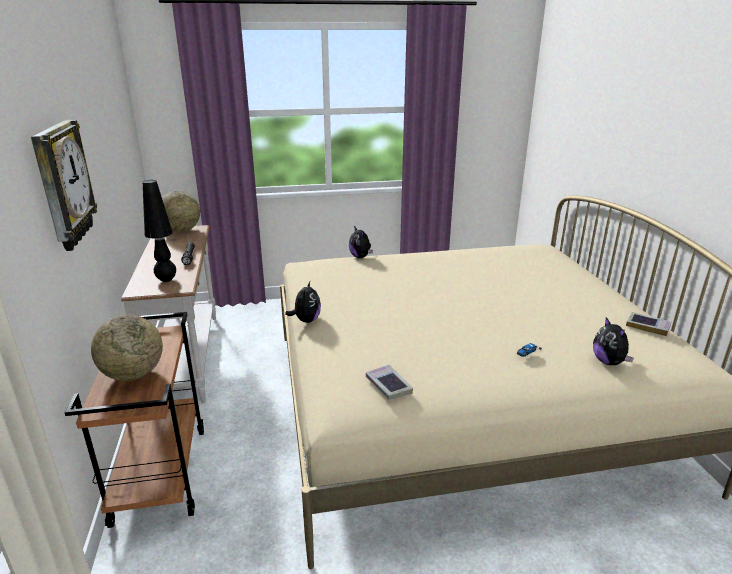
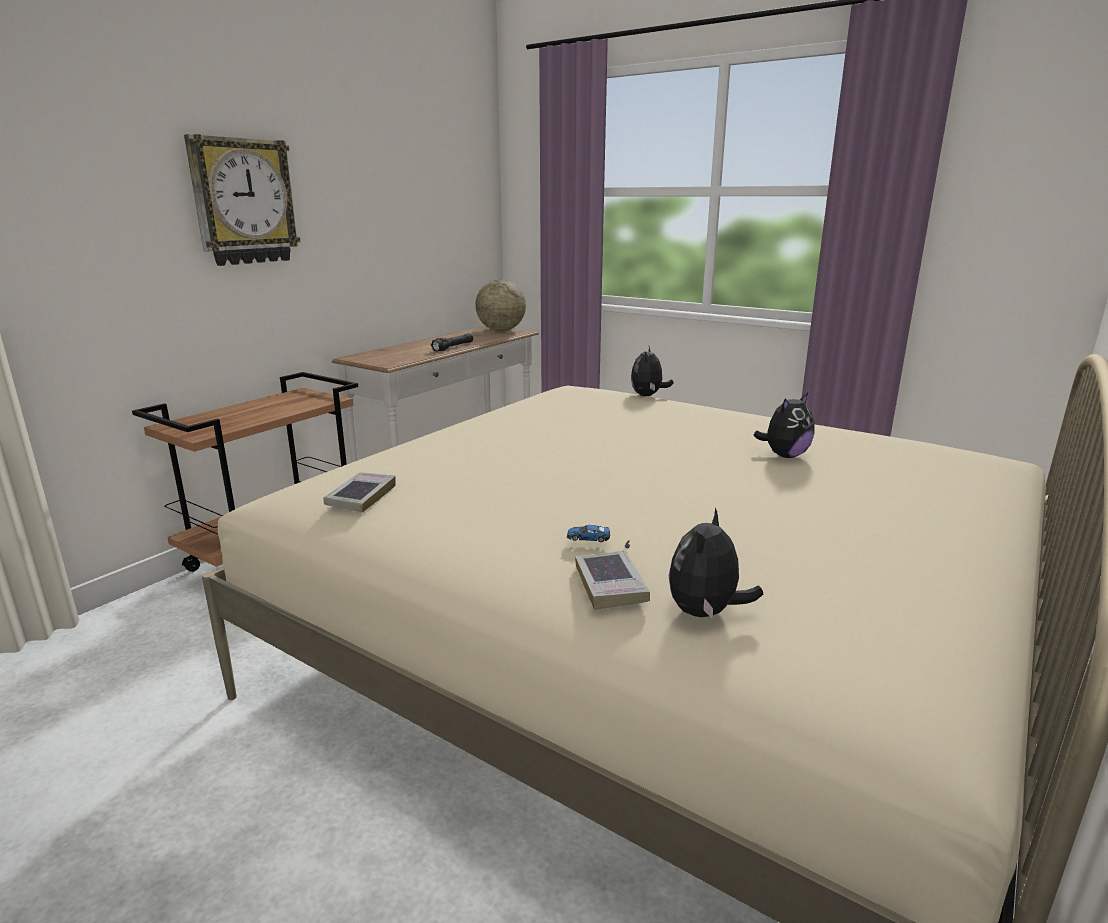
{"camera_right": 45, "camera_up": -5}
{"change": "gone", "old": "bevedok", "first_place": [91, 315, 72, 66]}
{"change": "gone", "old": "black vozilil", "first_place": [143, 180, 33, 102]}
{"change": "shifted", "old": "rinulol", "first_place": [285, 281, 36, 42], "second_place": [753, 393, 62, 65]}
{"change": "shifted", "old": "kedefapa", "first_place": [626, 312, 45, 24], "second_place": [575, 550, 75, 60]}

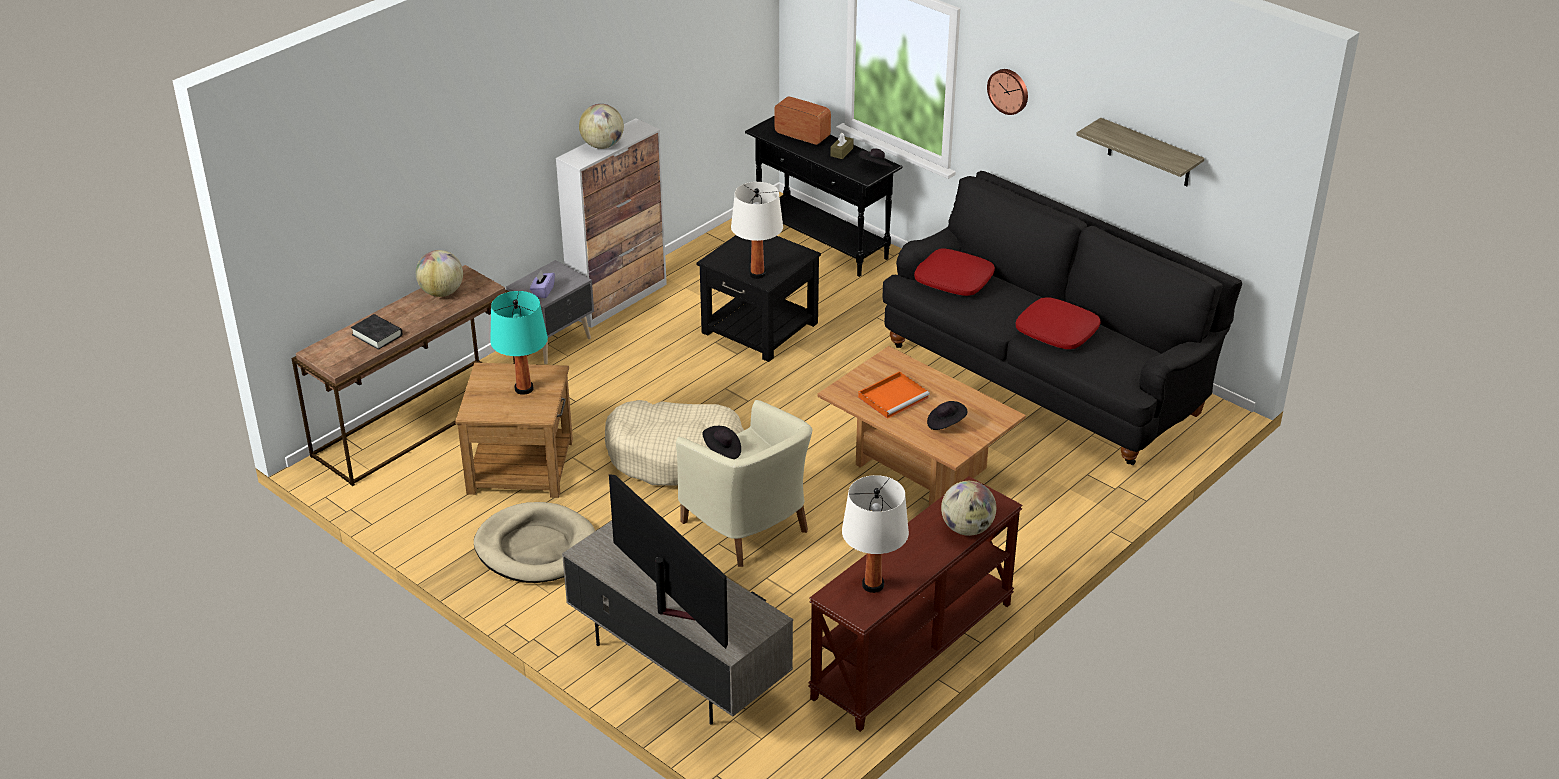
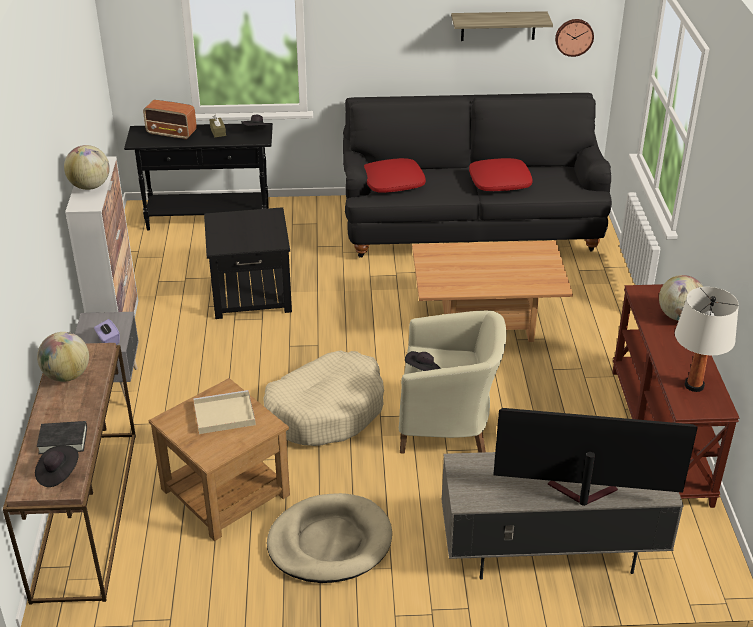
{"camera_right": -45, "camera_up": 0}
{"change": "swapped", "old": "turquoise vozilil", "new": "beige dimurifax", "first_place": [490, 291, 58, 104], "second_place": [193, 390, 63, 44]}
{"change": "gone", "old": "white vozilil", "first_place": [731, 182, 52, 97]}
{"change": "rotated", "old": "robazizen", "first_place": [774, 96, 57, 49], "second_place": [143, 100, 54, 40], "degrees": -150}
{"change": "gone", "old": "orange dimurifax", "first_place": [858, 371, 72, 48]}
{"change": "shifted", "old": "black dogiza", "first_place": [927, 401, 40, 29], "second_place": [35, 445, 44, 42]}
{"change": "shifted", "old": "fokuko", "first_place": [987, 69, 41, 46], "second_place": [555, 19, 39, 38]}

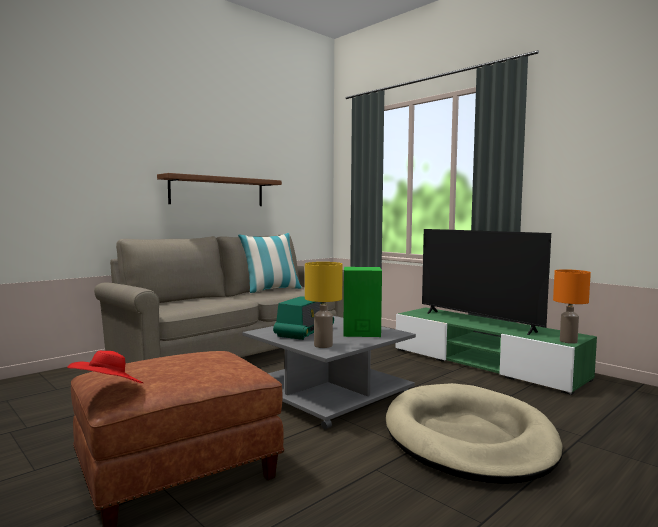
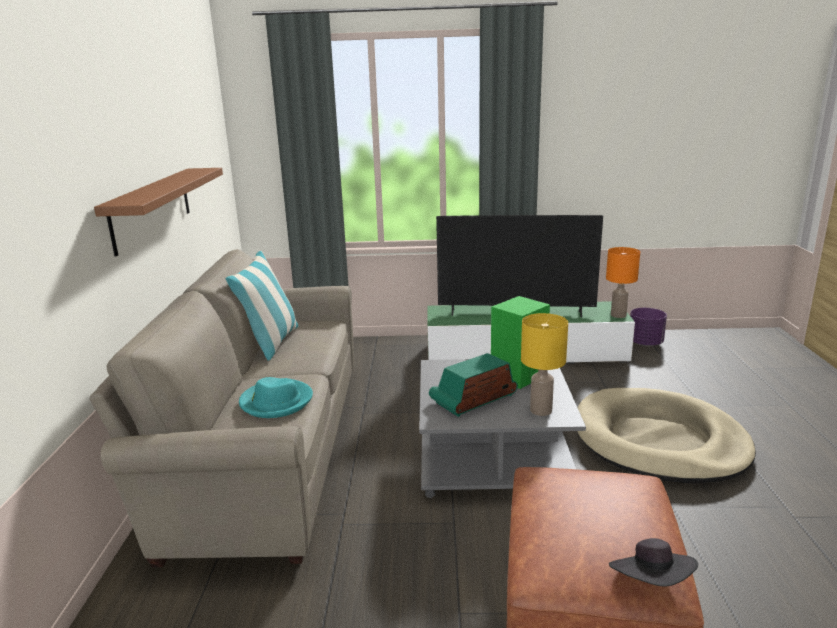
{"camera_right": -45, "camera_up": 15}
{"change": "repainted", "old": "red dogiza", "new": "black dogiza", "first_place": [67, 351, 76, 32], "second_place": [609, 538, 89, 49]}
{"change": "rotated", "old": "robazizen", "first_place": [273, 296, 61, 44], "second_place": [429, 353, 89, 64], "degrees": -105}
{"change": "new", "new": "turquoise dogiza", "second_place": [239, 377, 74, 41]}
{"change": "new", "new": "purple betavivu", "second_place": [630, 308, 37, 39]}

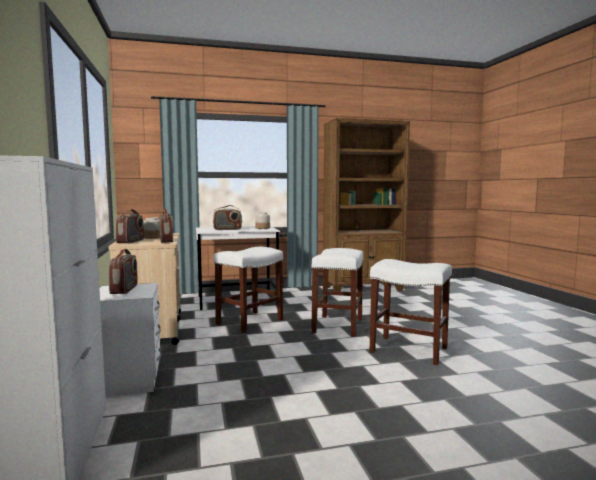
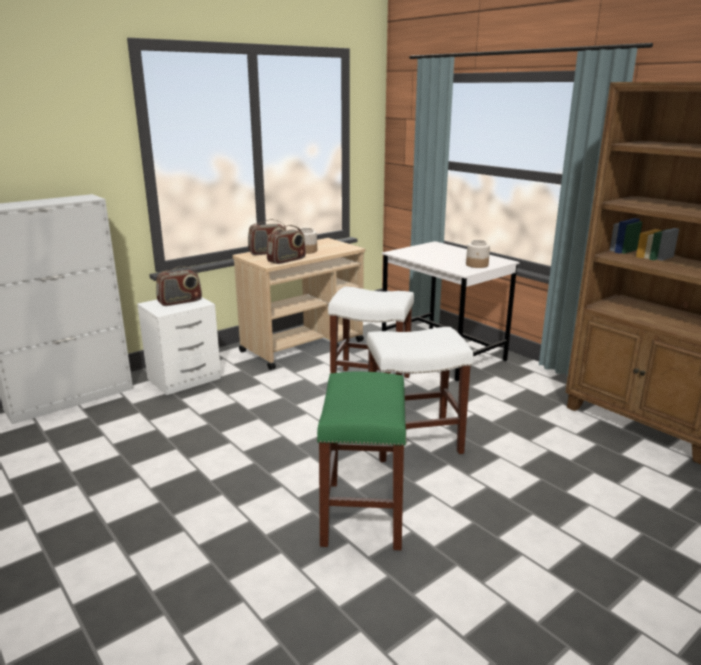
{"camera_right": 65, "camera_up": 15}
{"change": "gone", "old": "robazizen", "first_place": [213, 205, 29, 25]}
{"change": "repainted", "old": "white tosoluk", "new": "green tosoluk", "first_place": [369, 259, 83, 106], "second_place": [316, 371, 91, 179]}

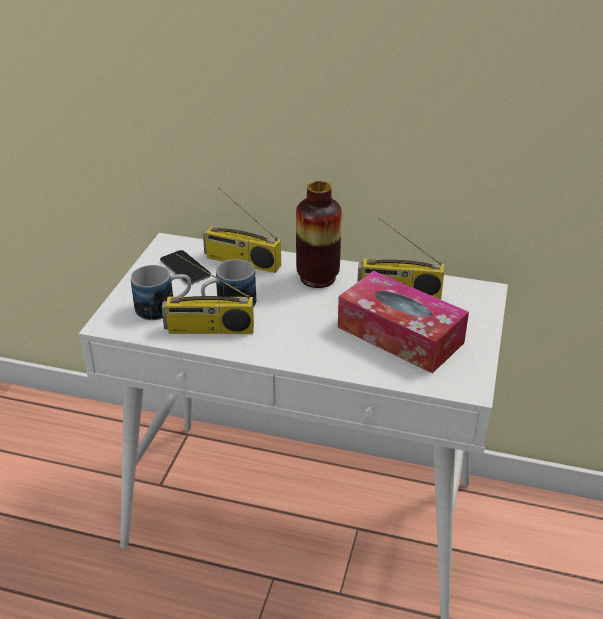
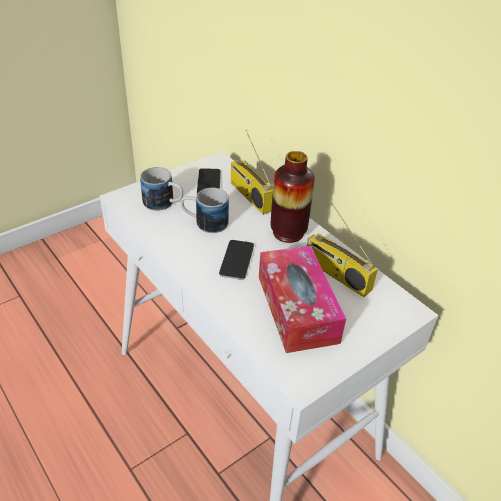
{"camera_right": 35, "camera_up": 5}
{"change": "gone", "old": "robazizen", "first_place": [162, 253, 92, 81]}
{"change": "new", "new": "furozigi", "second_place": [219, 240, 35, 40]}

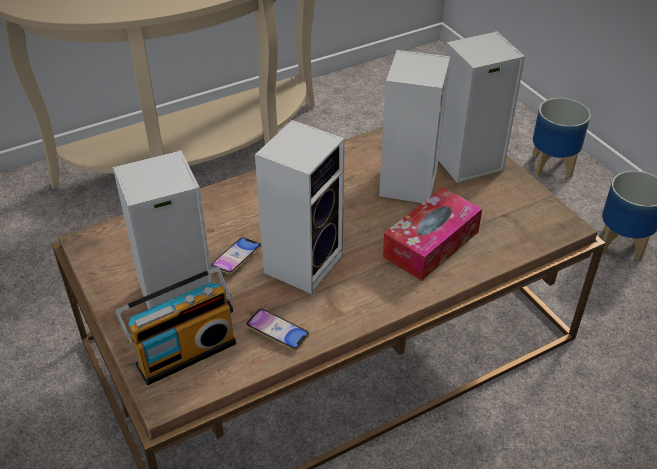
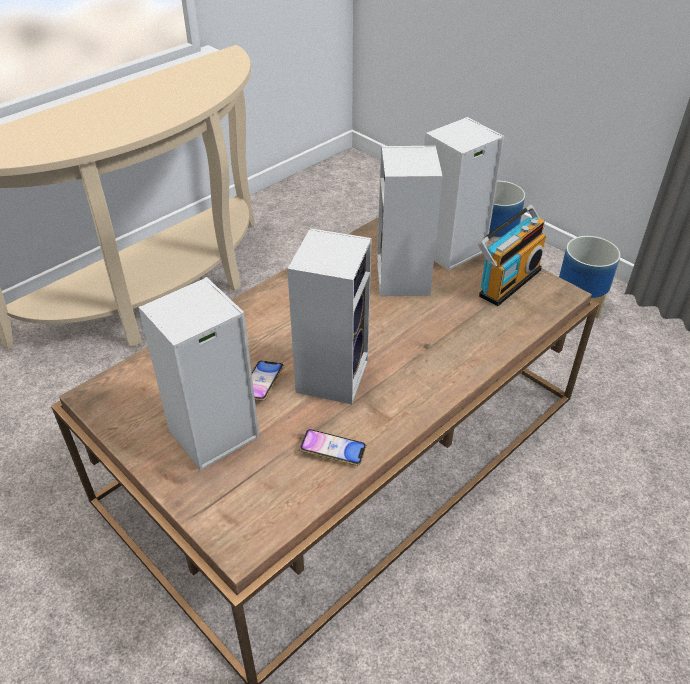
{"camera_right": -15, "camera_up": 0}
{"change": "shifted", "old": "robazizen", "first_place": [115, 267, 121, 118], "second_place": [478, 205, 68, 101]}
{"change": "gone", "old": "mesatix", "first_place": [382, 187, 100, 94]}

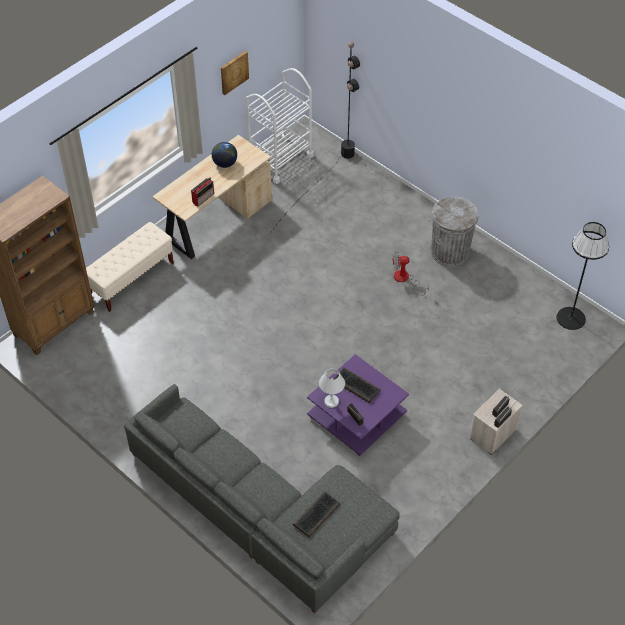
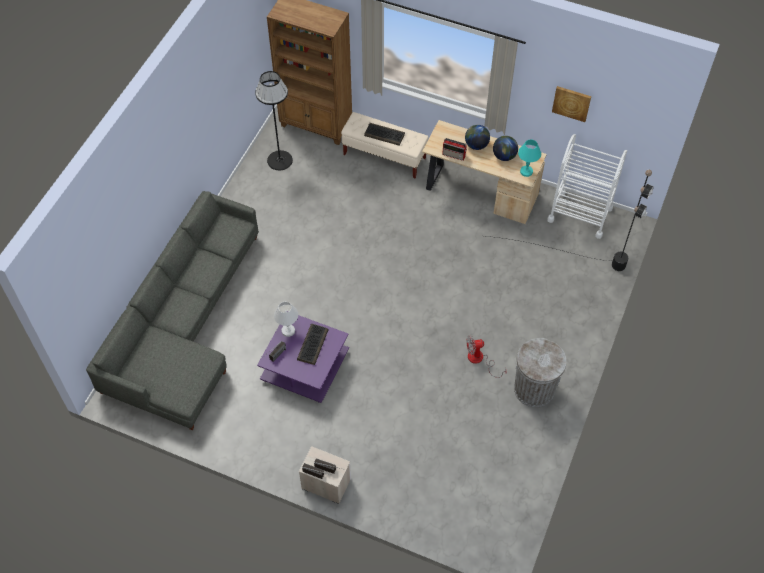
{"camera_right": 70, "camera_up": 5}
{"change": "shifted", "old": "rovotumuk", "first_place": [293, 491, 47, 47], "second_place": [364, 123, 41, 23]}
{"change": "rotated", "old": "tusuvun", "first_place": [393, 252, 36, 44], "second_place": [466, 335, 41, 43], "degrees": -75}
{"change": "shifted", "old": "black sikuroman", "first_place": [557, 222, 52, 108], "second_place": [255, 71, 38, 99]}
{"change": "new", "new": "bevedok", "second_place": [465, 125, 25, 25]}
{"change": "new", "new": "turquoise vozilil", "second_place": [518, 139, 23, 38]}

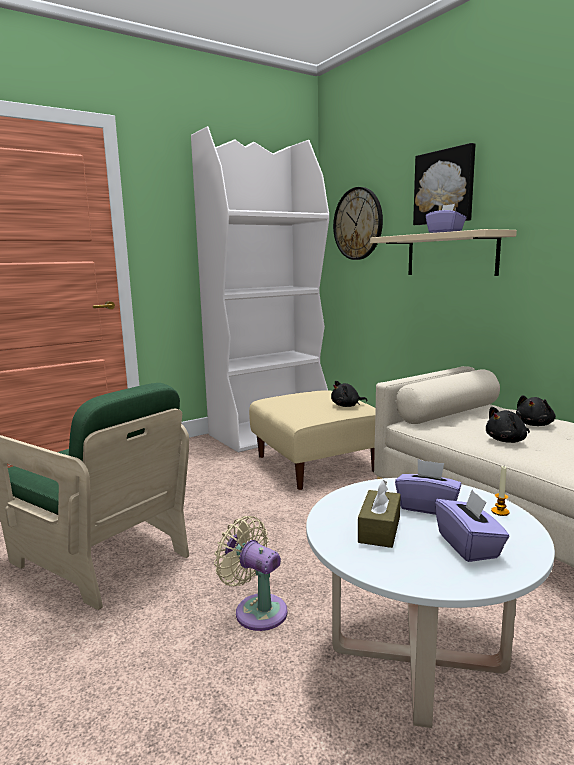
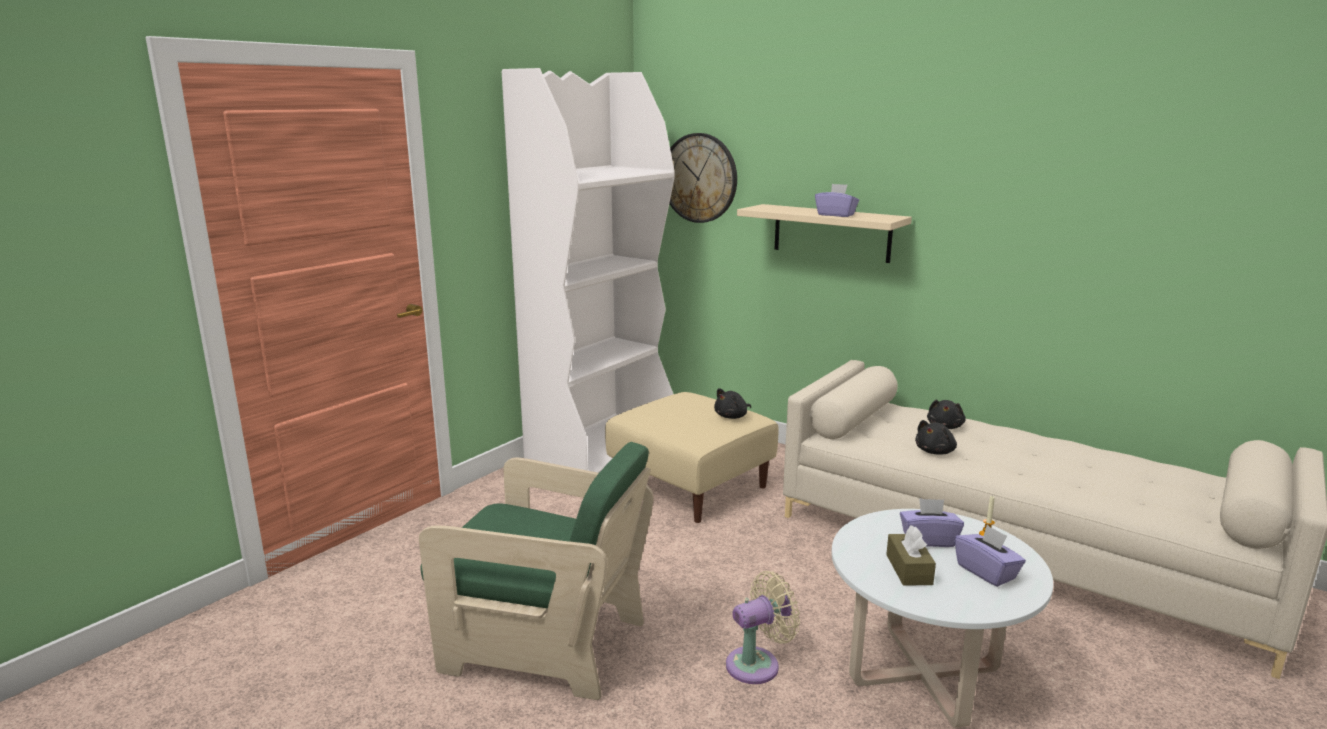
{"camera_right": -20, "camera_up": 5}
{"change": "rotated", "old": "beige tusuvun", "first_place": [214, 516, 74, 115], "second_place": [726, 571, 74, 113], "degrees": 135}
{"change": "gone", "old": "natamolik", "first_place": [413, 143, 62, 82]}

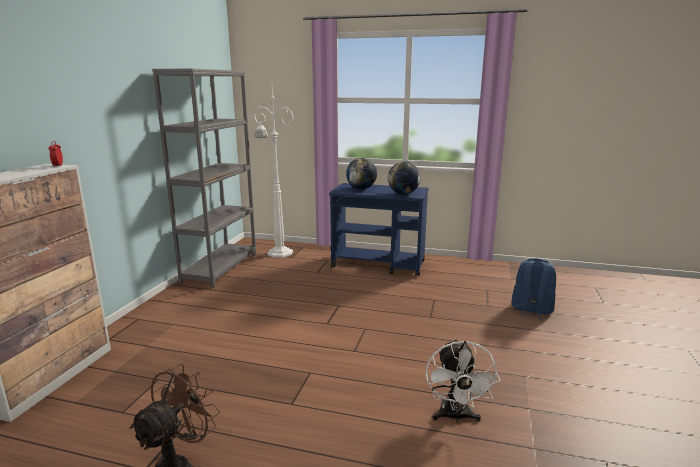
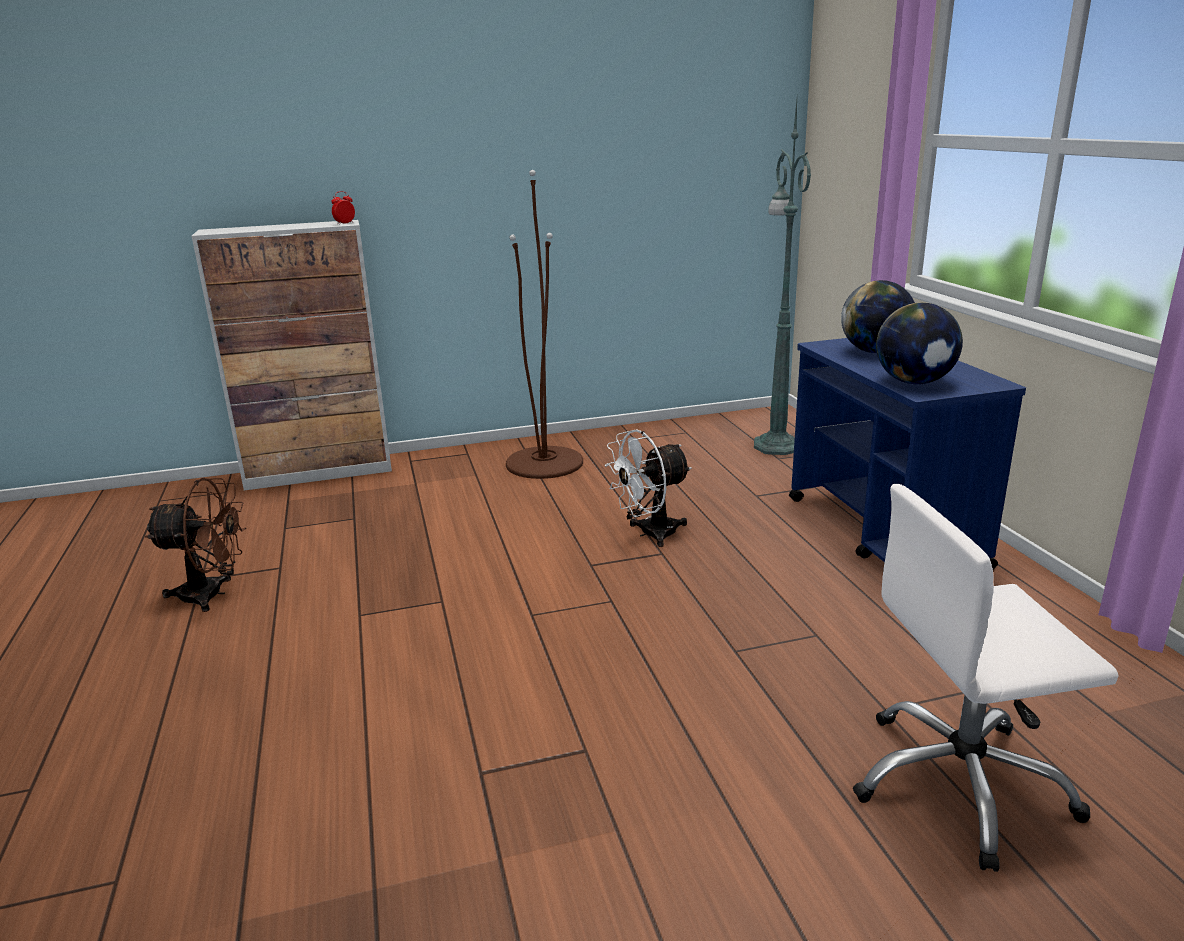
{"camera_right": 60, "camera_up": 5}
{"change": "gone", "old": "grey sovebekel", "first_place": [152, 69, 104, 219]}
{"change": "repainted", "old": "white sikuroman", "new": "green sikuroman", "first_place": [254, 88, 40, 170], "second_place": [754, 100, 57, 355]}
{"change": "shifted", "old": "white tusuvun", "first_place": [426, 339, 75, 84], "second_place": [605, 429, 86, 118]}
{"change": "swapped", "old": "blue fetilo", "new": "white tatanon", "first_place": [511, 258, 45, 62], "second_place": [853, 484, 266, 388]}
{"change": "new", "new": "brown sikuroman", "second_place": [506, 170, 77, 309]}

